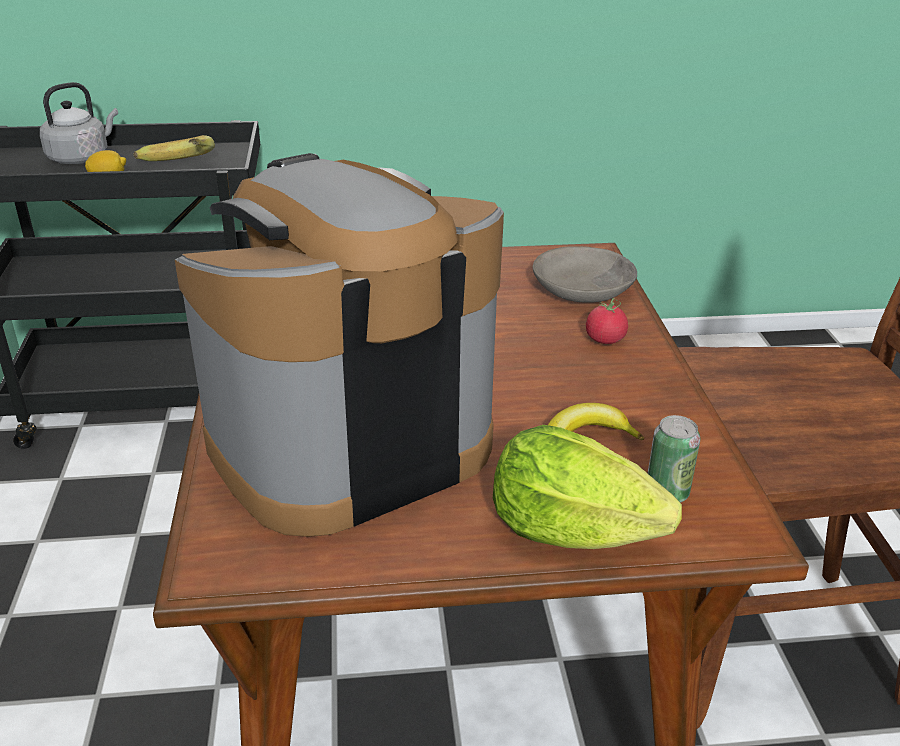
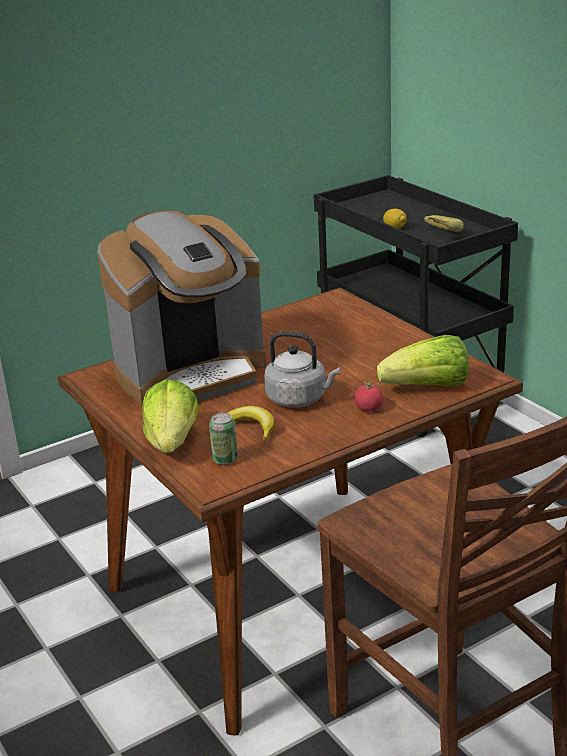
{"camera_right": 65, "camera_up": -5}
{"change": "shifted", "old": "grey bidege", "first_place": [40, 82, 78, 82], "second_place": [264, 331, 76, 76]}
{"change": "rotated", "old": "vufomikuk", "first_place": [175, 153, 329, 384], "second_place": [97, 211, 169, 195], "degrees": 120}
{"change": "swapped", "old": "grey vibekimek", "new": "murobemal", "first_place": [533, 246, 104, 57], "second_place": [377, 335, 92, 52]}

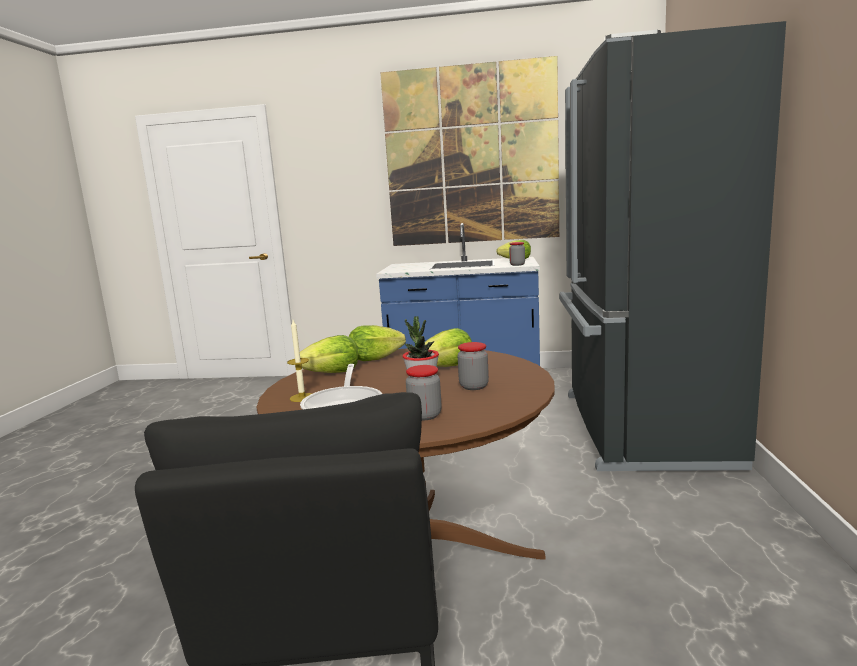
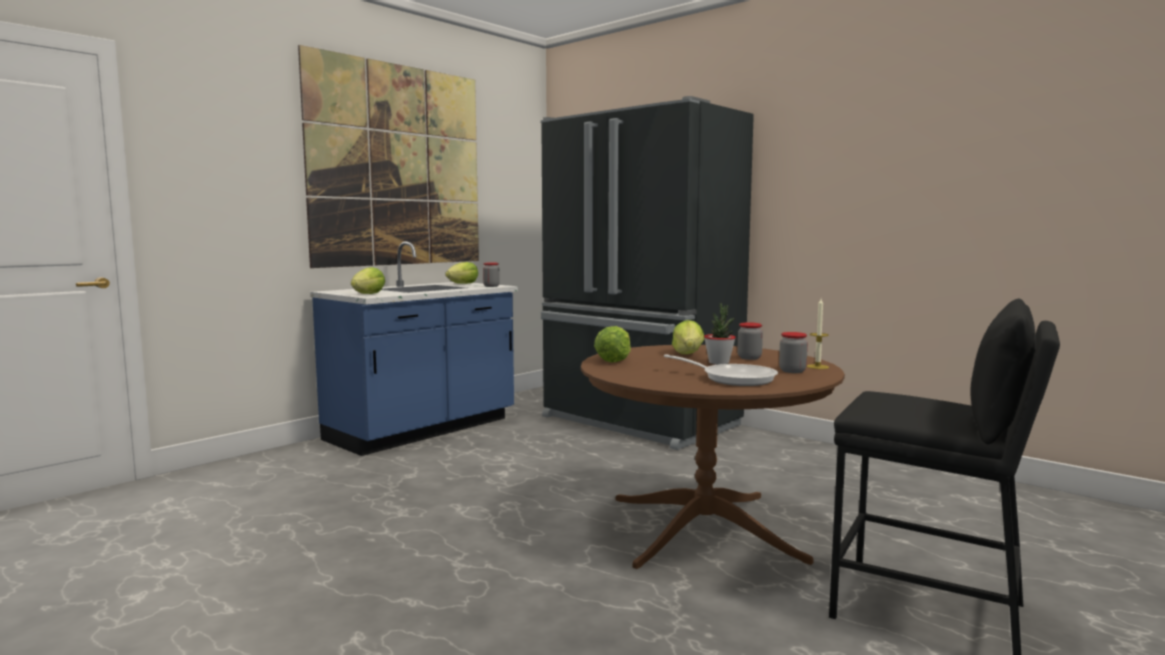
{"camera_right": -55, "camera_up": -5}
{"change": "shifted", "old": "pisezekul", "first_place": [287, 320, 25, 82], "second_place": [807, 299, 22, 70]}
{"change": "shifted", "old": "murobemal", "first_place": [300, 335, 58, 38], "second_place": [351, 267, 34, 27]}

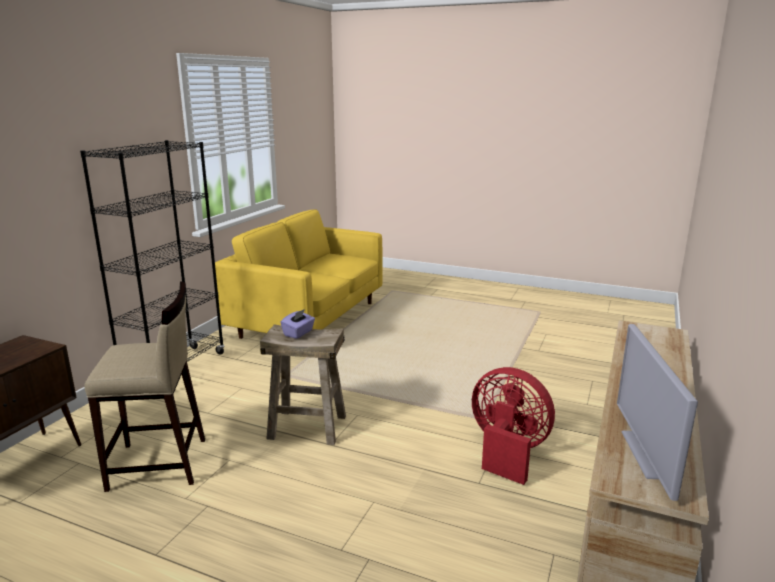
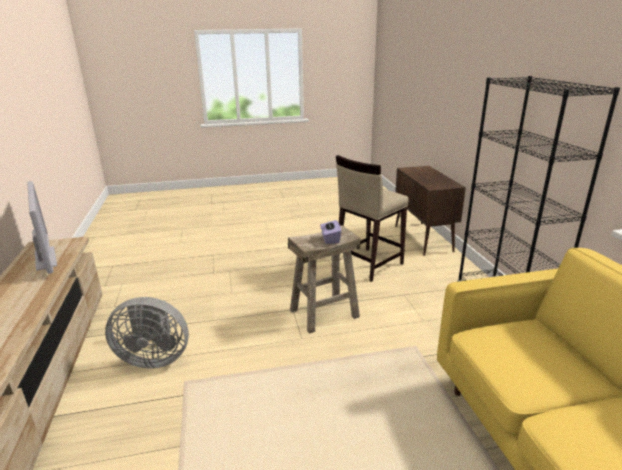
{"camera_right": 145, "camera_up": 5}
{"change": "repainted", "old": "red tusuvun", "new": "grey tusuvun", "first_place": [472, 367, 83, 118], "second_place": [105, 297, 84, 72]}

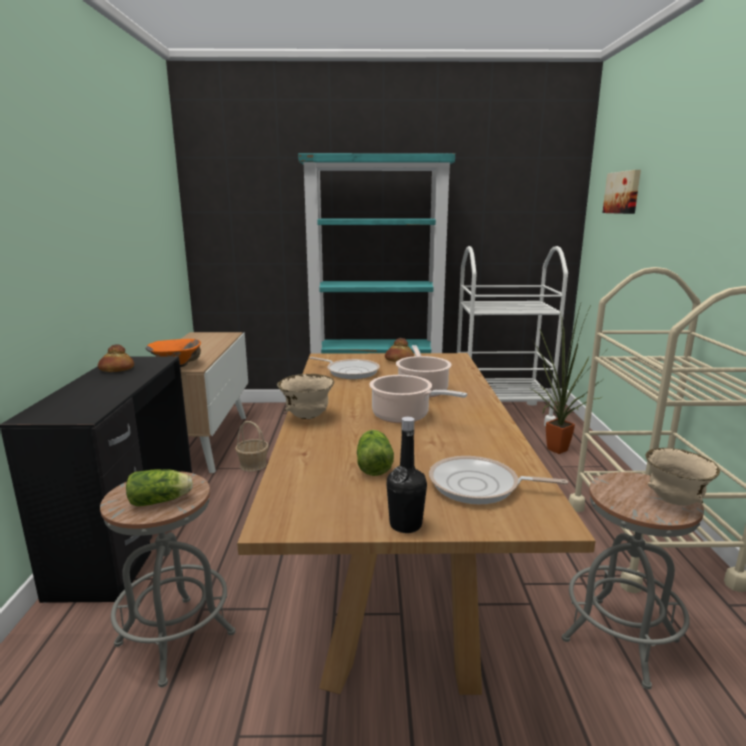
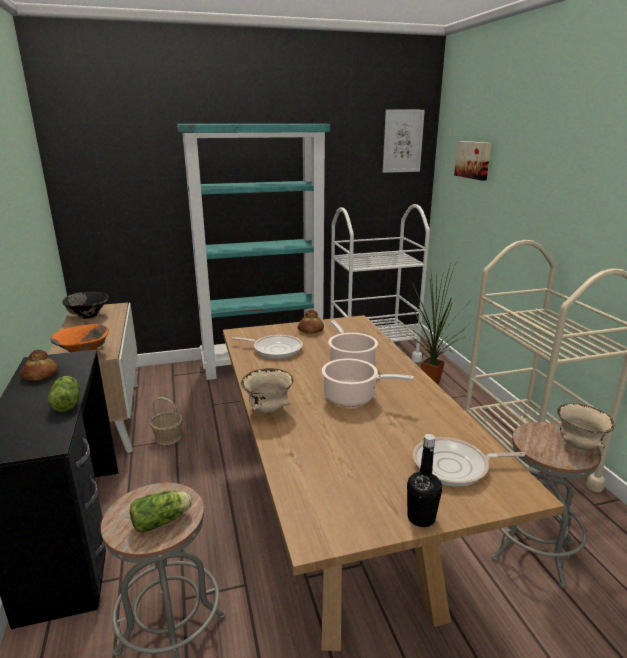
{"camera_right": -15, "camera_up": 5}
{"change": "shifted", "old": "murobemal", "first_place": [357, 430, 37, 46], "second_place": [48, 376, 32, 36]}
{"change": "new", "new": "black vibekimek", "second_place": [62, 292, 47, 27]}
{"change": "new", "new": "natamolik", "second_place": [383, 109, 42, 64]}

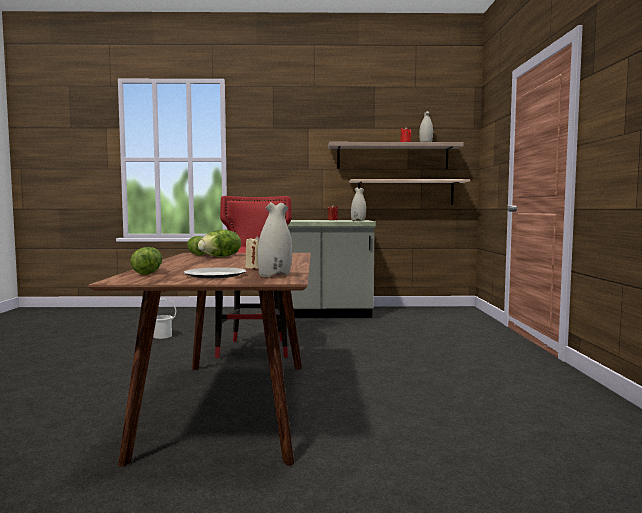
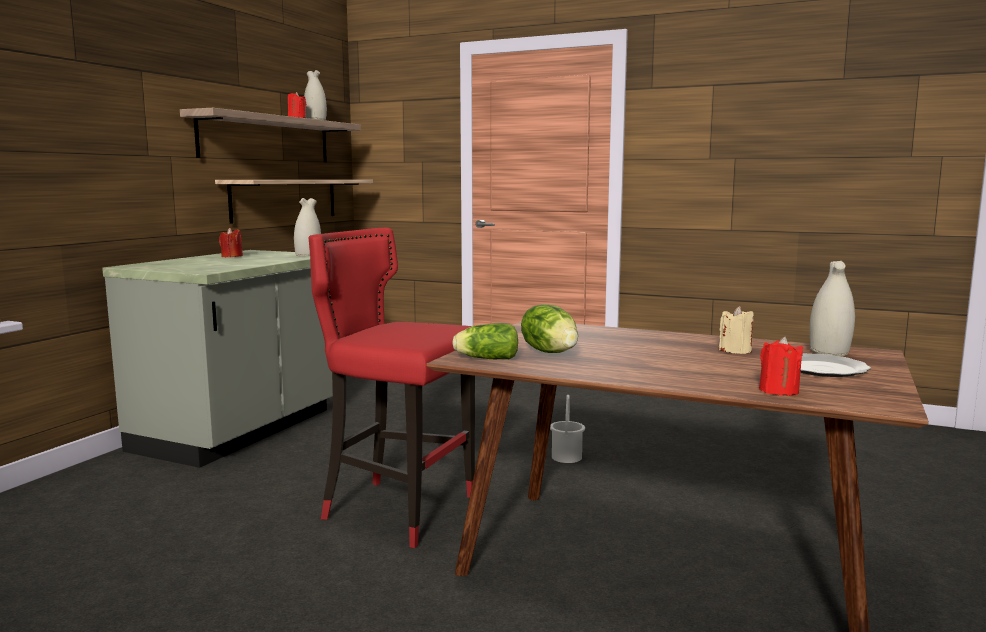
{"camera_right": -65, "camera_up": 5}
{"change": "swapped", "old": "murobemal", "new": "red pisezekul", "first_place": [131, 247, 31, 28], "second_place": [759, 336, 44, 60]}
{"change": "shifted", "old": "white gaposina", "first_place": [153, 299, 23, 40], "second_place": [550, 395, 35, 68]}

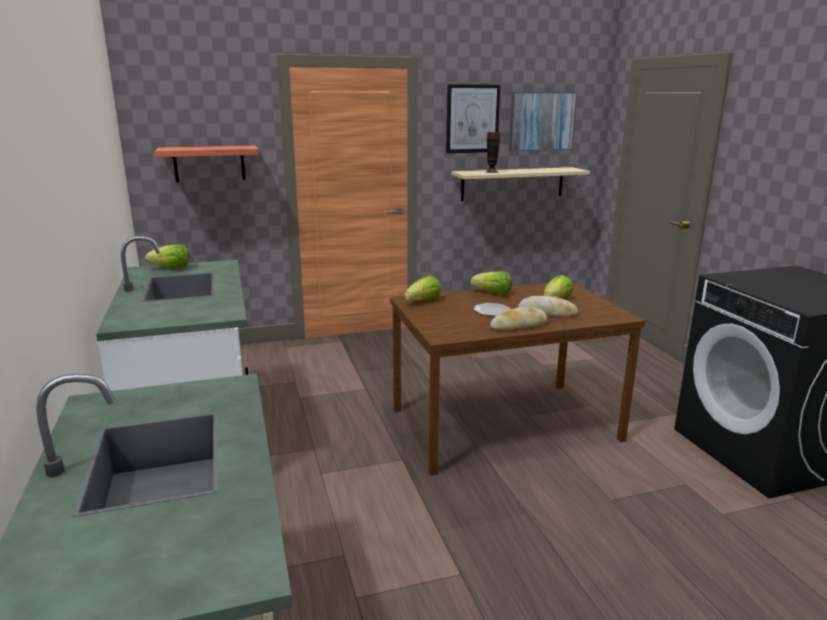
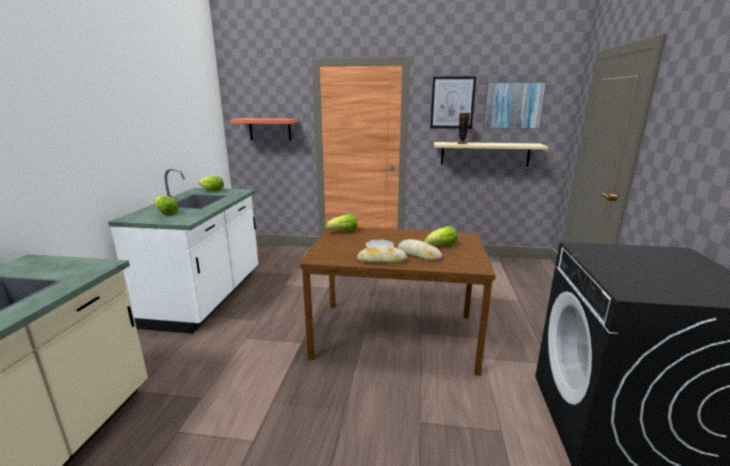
{"camera_right": 25, "camera_up": 0}
{"change": "shifted", "old": "murobemal", "first_place": [471, 271, 41, 24], "second_place": [155, 196, 24, 19]}

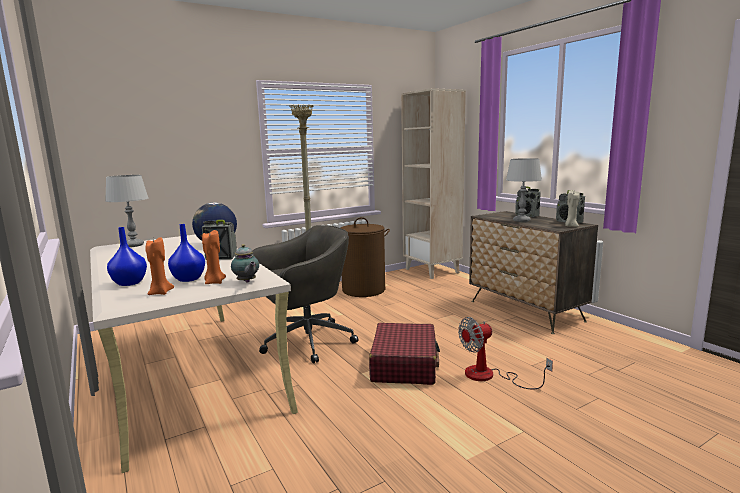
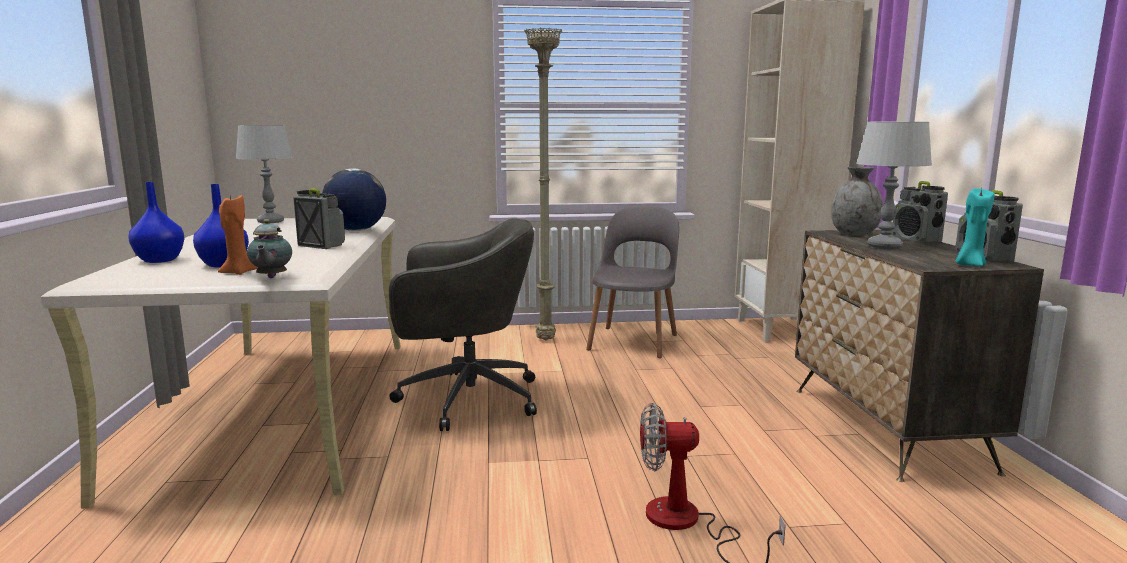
{"camera_right": 25, "camera_up": 0}
{"change": "gone", "old": "orange pisezekul", "first_place": [145, 237, 29, 58]}
{"change": "swapped", "old": "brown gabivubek", "new": "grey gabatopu", "first_place": [341, 217, 49, 80], "second_place": [586, 206, 93, 152]}
{"change": "gone", "old": "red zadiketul", "first_place": [369, 323, 71, 62]}
{"change": "repainted", "old": "beige pisezekul", "new": "turquoise pisezekul", "first_place": [565, 190, 15, 37], "second_place": [956, 188, 38, 79]}
{"change": "new", "new": "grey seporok", "second_place": [831, 167, 52, 68]}

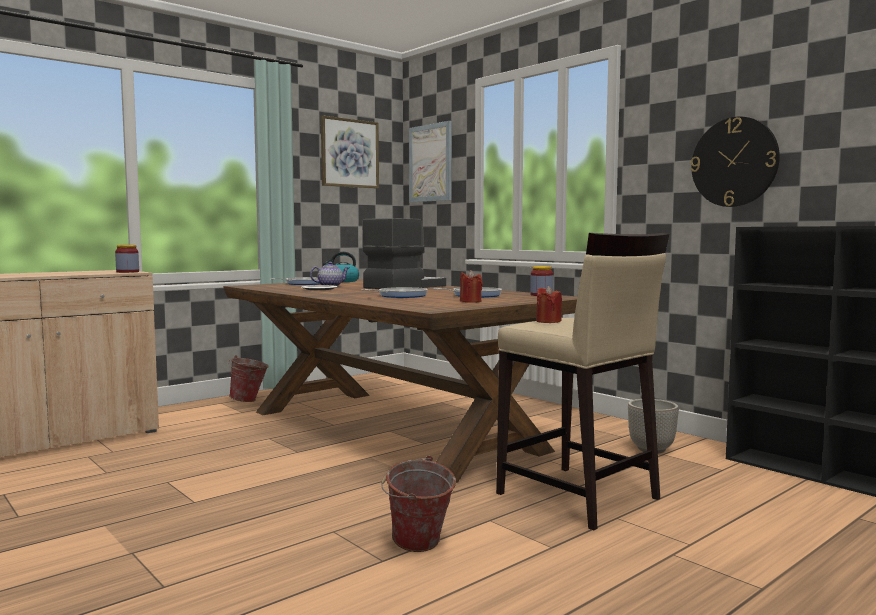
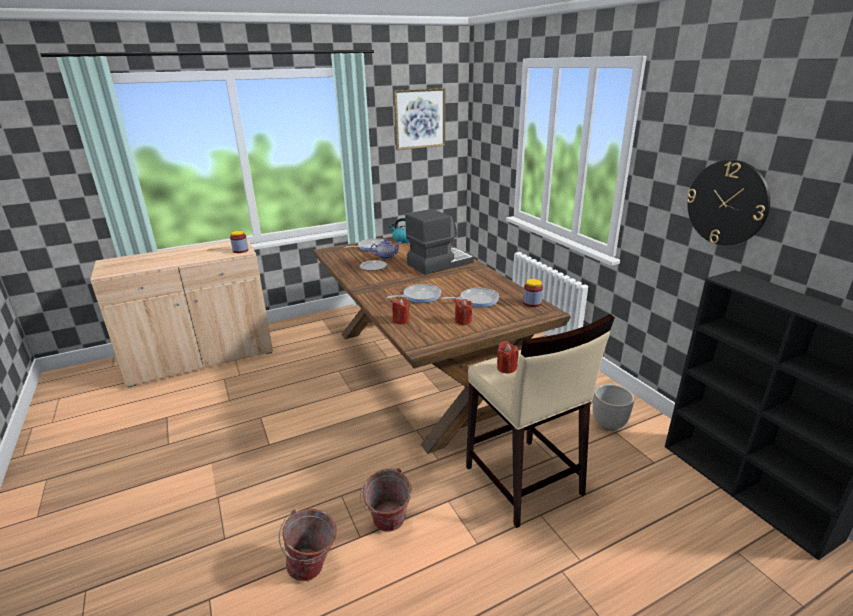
{"camera_right": 15, "camera_up": 20}
{"change": "shifted", "old": "gaposina", "first_place": [228, 355, 41, 47], "second_place": [279, 509, 58, 72]}
{"change": "gone", "old": "natamolik", "first_place": [409, 121, 42, 81]}
{"change": "new", "new": "red pisezekul", "second_place": [392, 298, 18, 26]}

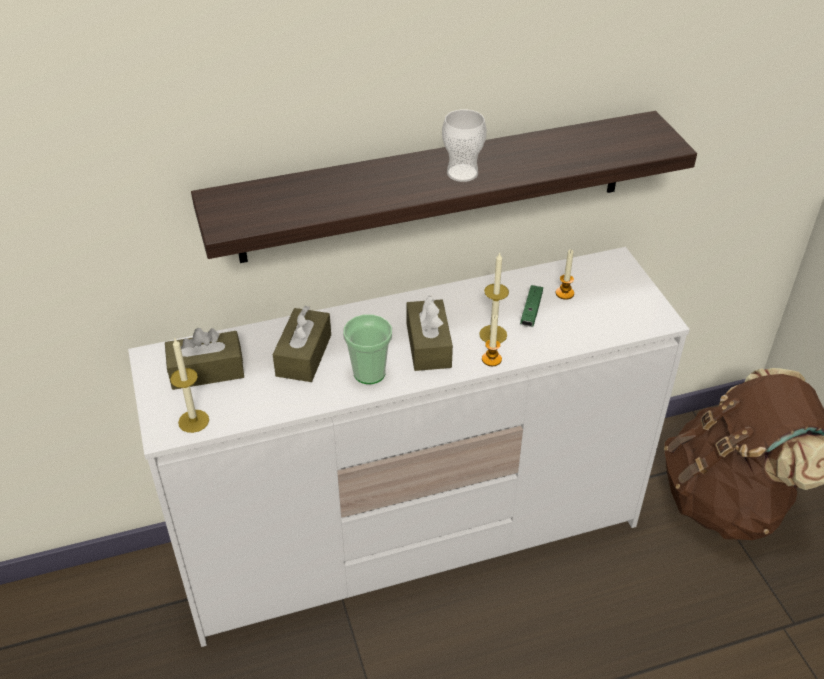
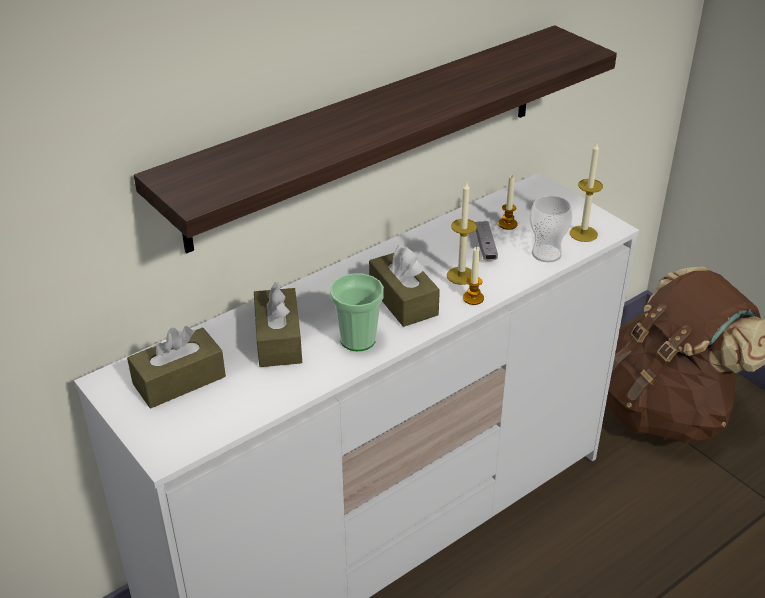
{"camera_right": -20, "camera_up": -5}
{"change": "shifted", "old": "pisezekul", "first_place": [170, 339, 39, 94], "second_place": [570, 143, 33, 99]}
{"change": "shifted", "old": "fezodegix", "first_place": [442, 109, 45, 73], "second_place": [530, 195, 43, 67]}
{"change": "repainted", "old": "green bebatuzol", "new": "grey bebatuzol", "first_place": [520, 285, 23, 42], "second_place": [475, 221, 23, 39]}

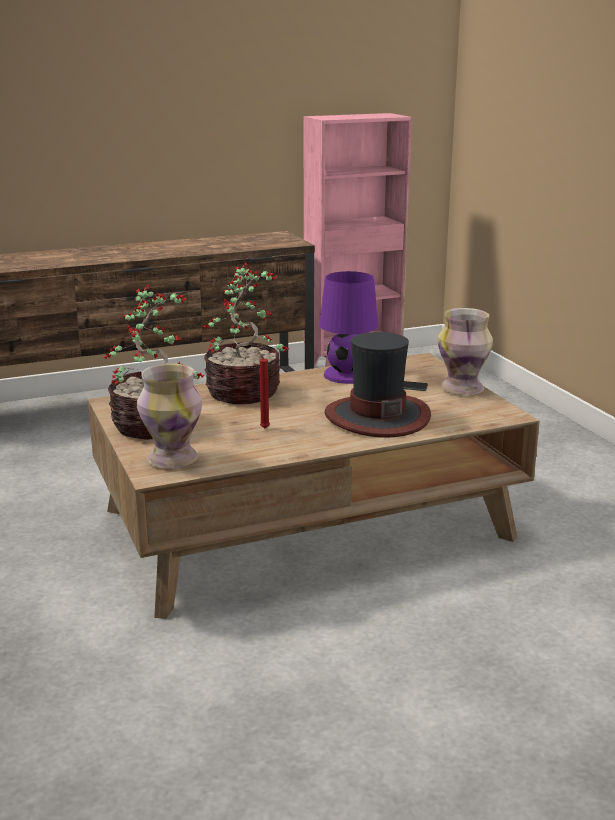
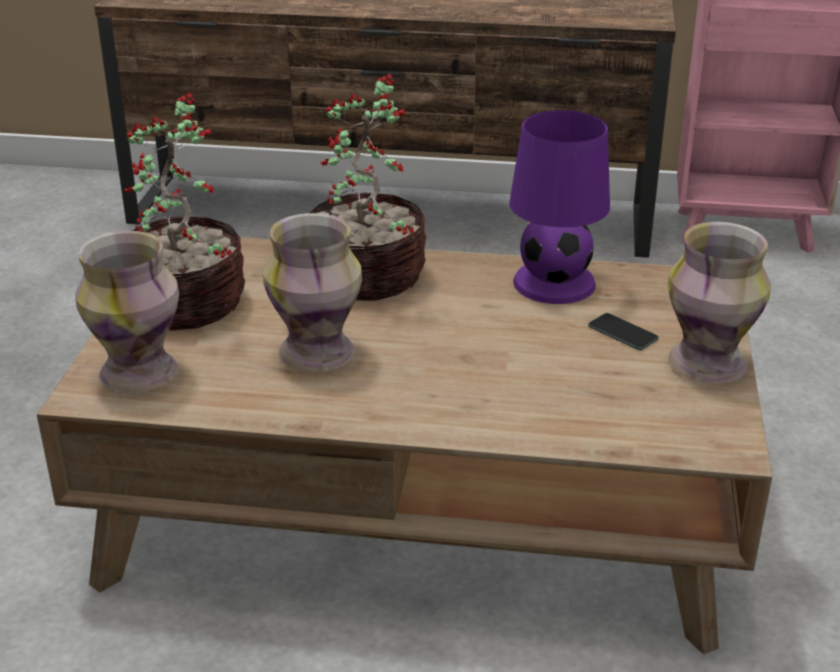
{"camera_right": 30, "camera_up": 10}
{"change": "swapped", "old": "red pisezekul", "new": "seporok", "first_place": [257, 350, 13, 78], "second_place": [263, 213, 99, 159]}
{"change": "gone", "old": "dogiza", "first_place": [325, 332, 106, 106]}

